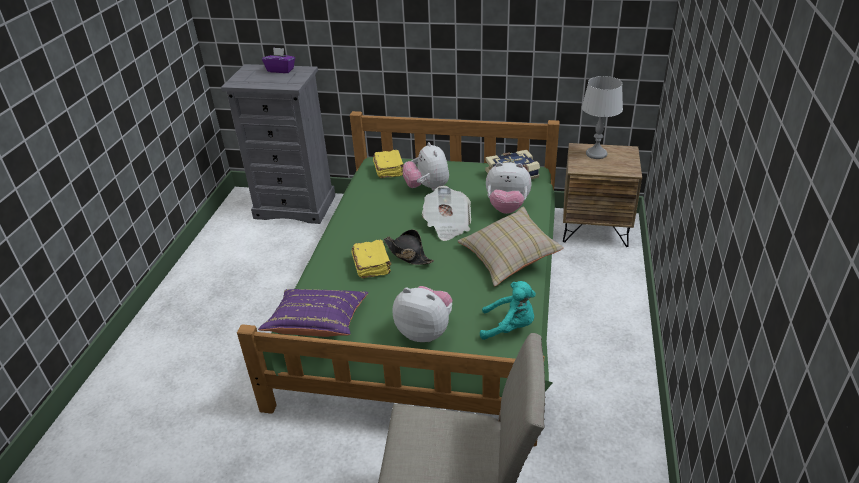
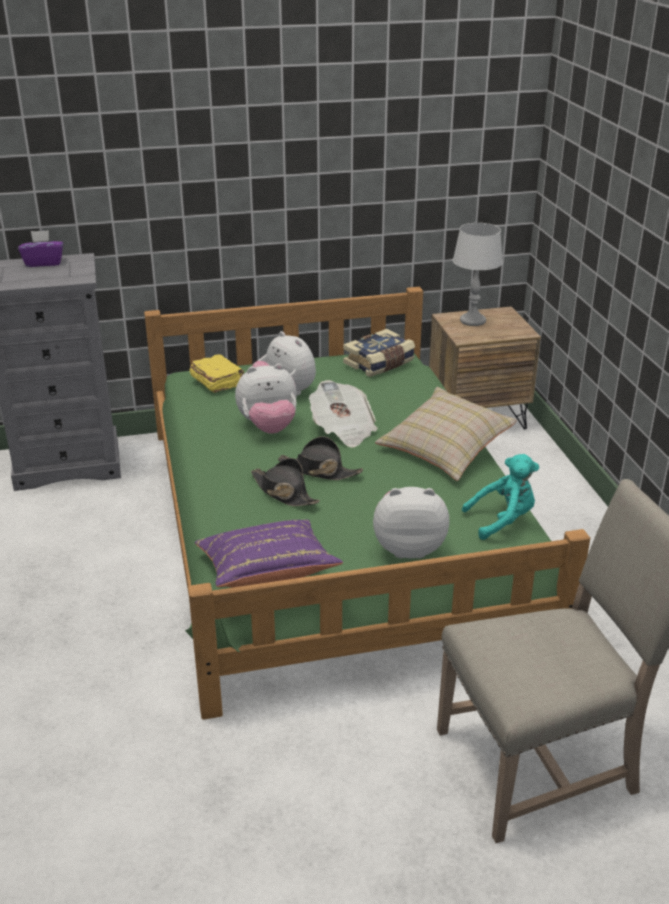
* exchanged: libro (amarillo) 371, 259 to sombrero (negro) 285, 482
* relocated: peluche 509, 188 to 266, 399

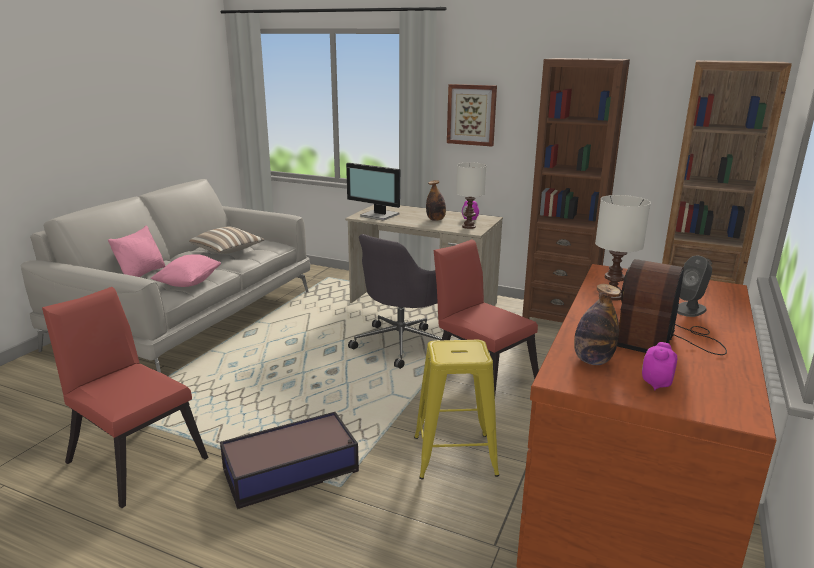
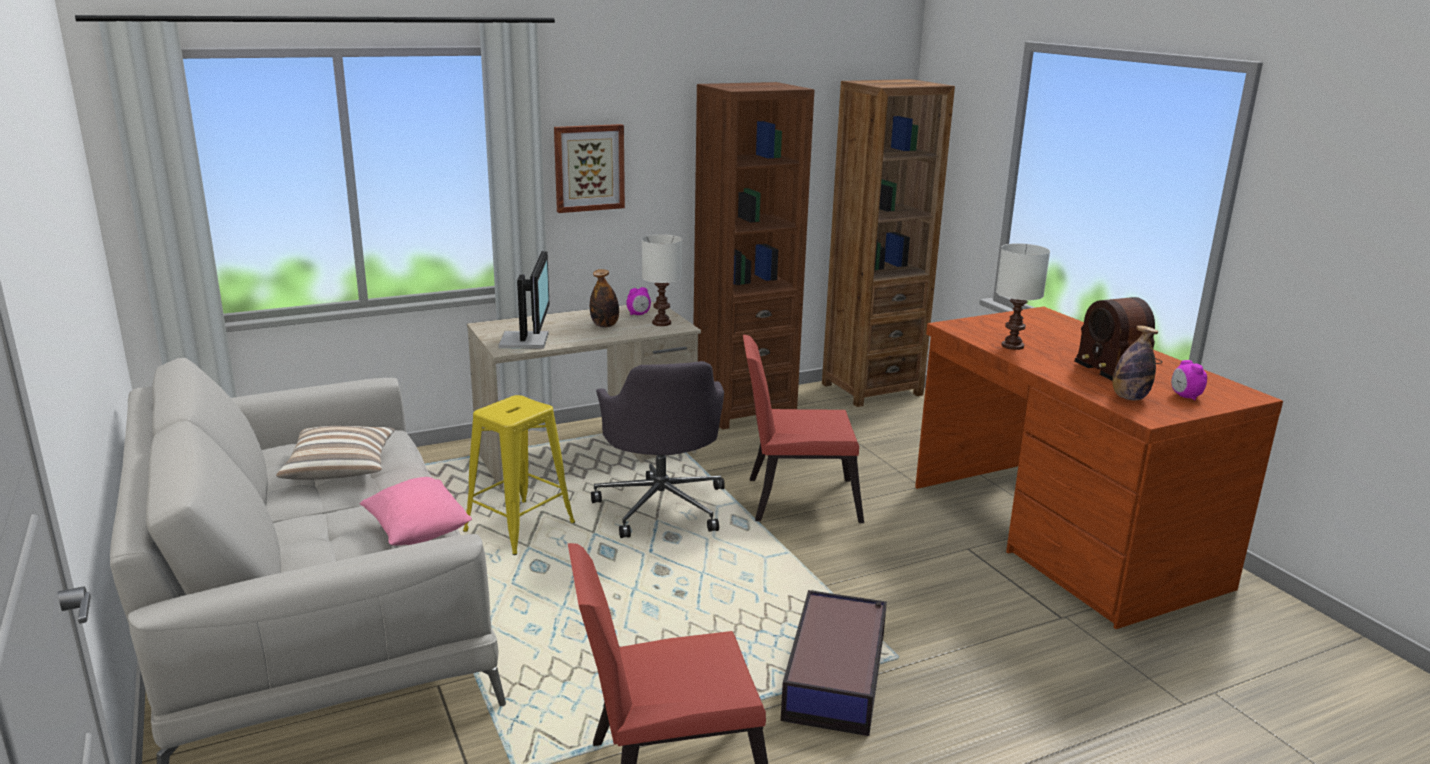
* missing: cojín (rosa) 136, 251
* spun: monitor 373, 192 = 524, 300 75 degrees counterclockwise
* relocated: taburete (amarillo) 456, 409 to 519, 475
* missing: altavoz (gris) 694, 286

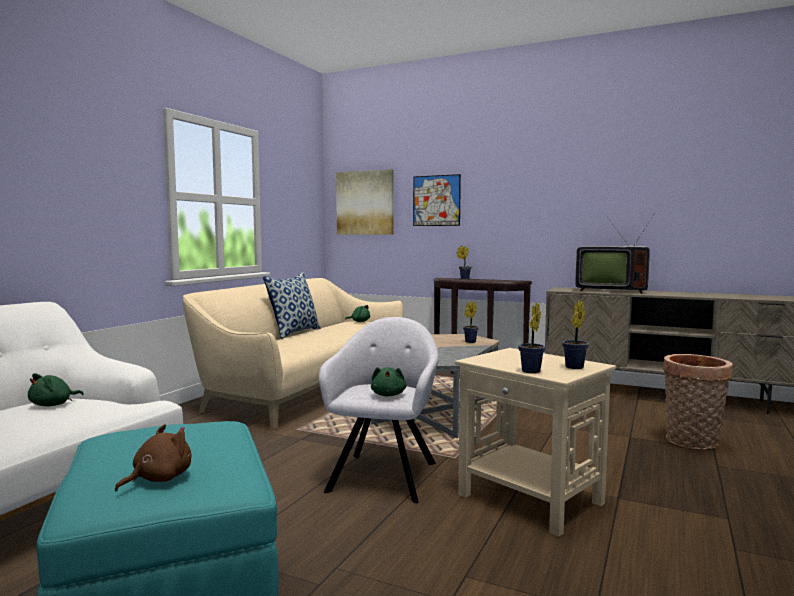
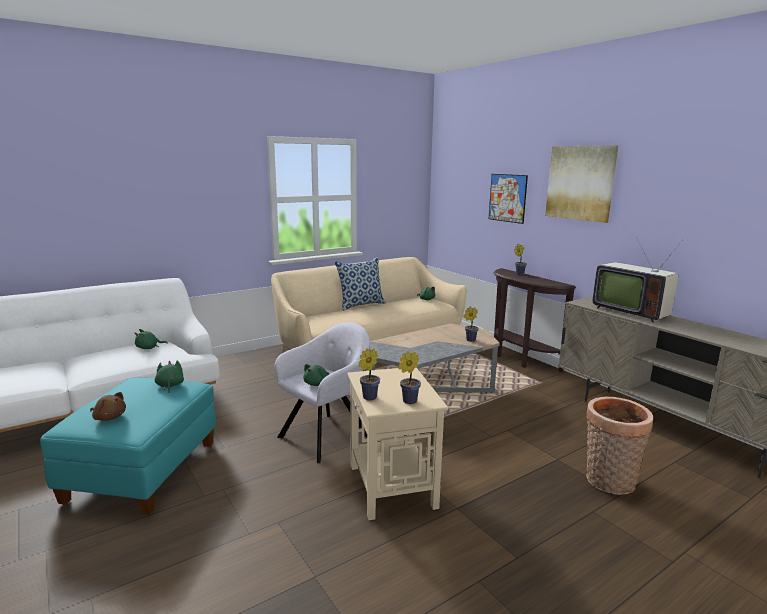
* spun: peluche (marrón) 153, 458 = 108, 406 45 degrees clockwise
* relocated: cuadro 364, 202 to 582, 184
* appeared: peluche (verde) 169, 376

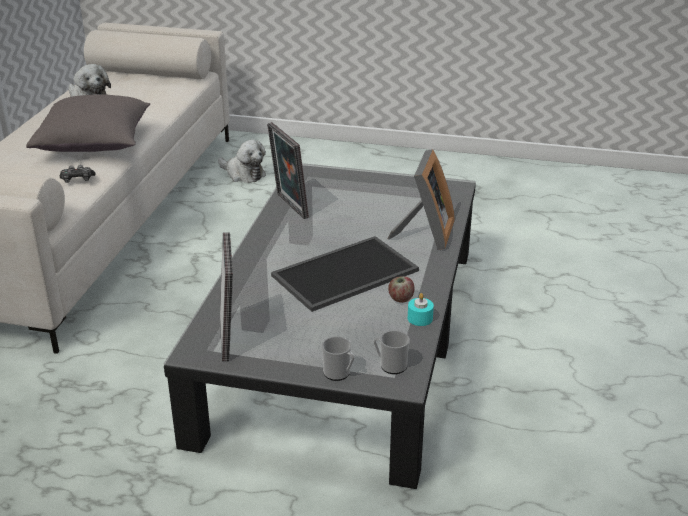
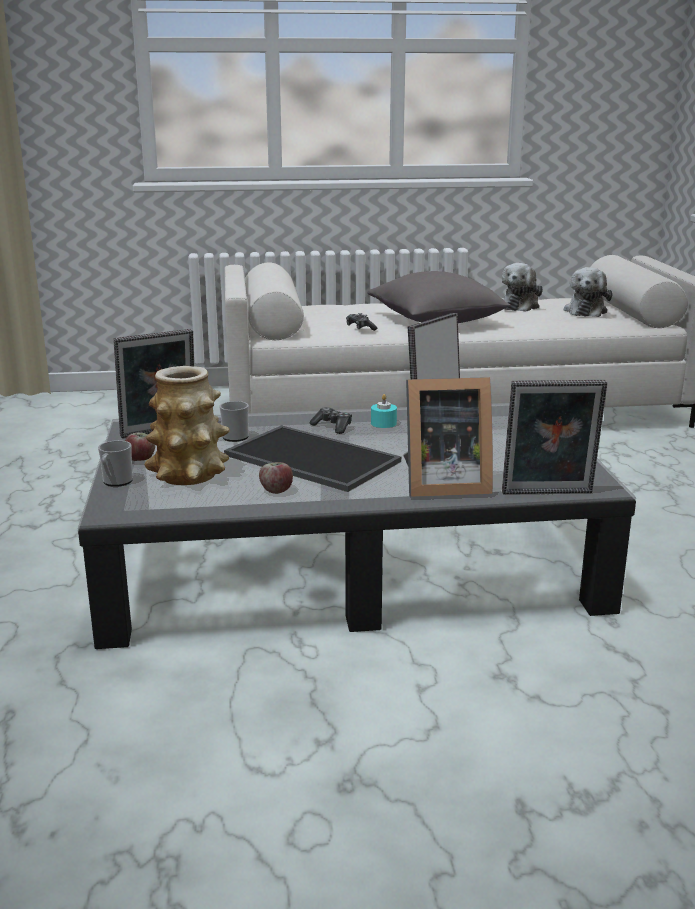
* relocated: peluche 242, 161 to 588, 292
* relocated: taza grande 392, 352 to 234, 421
* relocated: vela (turquesa) 421, 309 to 384, 411
* appeared: manzana 140, 447
* appeared: florero 187, 425
* appeared: mando de consola 331, 420
* appeared: portarretratos 554, 437

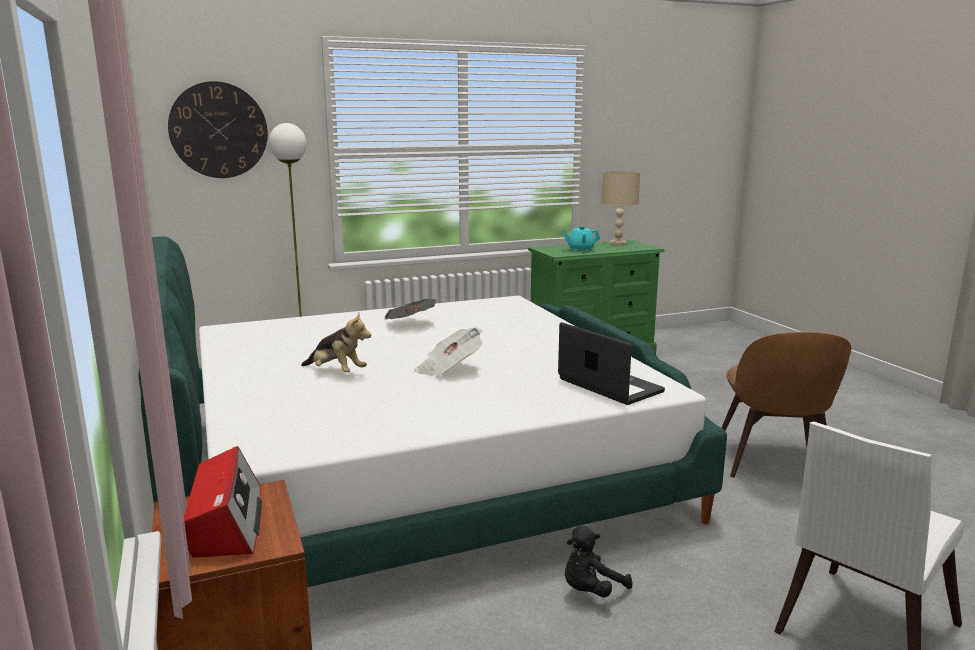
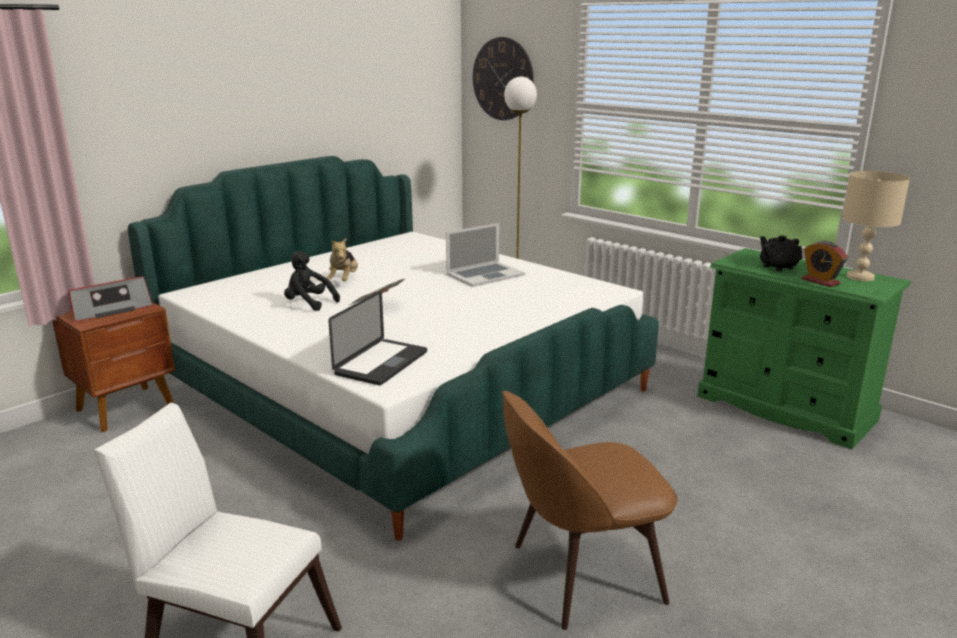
* exchanged: periódico 410, 309 to portátil 485, 255
* colour: tetera (turquesa) 581, 238 to tetera (negro) 781, 253
* relocated: peluche (negro) 598, 562 to 312, 281
* appeared: despertador 825, 264

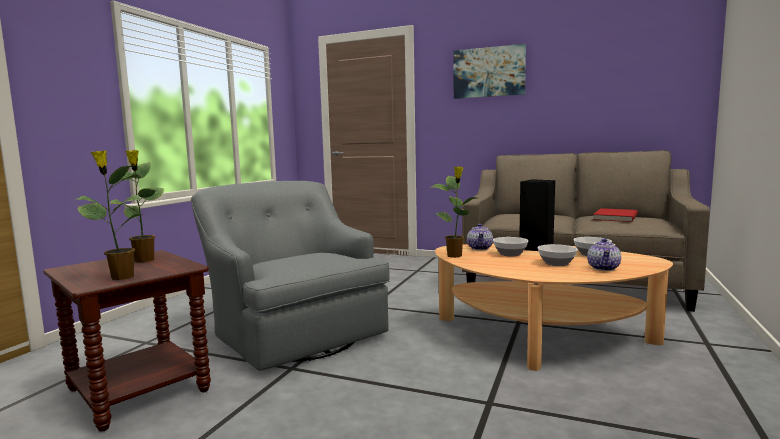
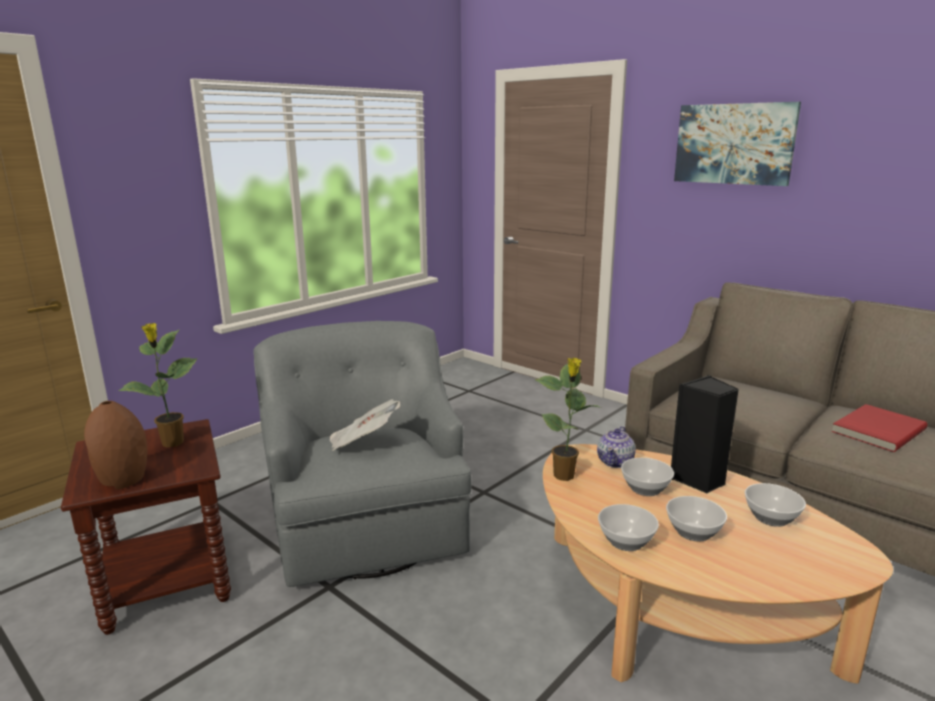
* exchanged: planta en maceta 110, 215 to florero (marrón) 115, 445
* missing: tetera 604, 254
* appeared: periódico 365, 425
* appeared: cuenco 628, 527

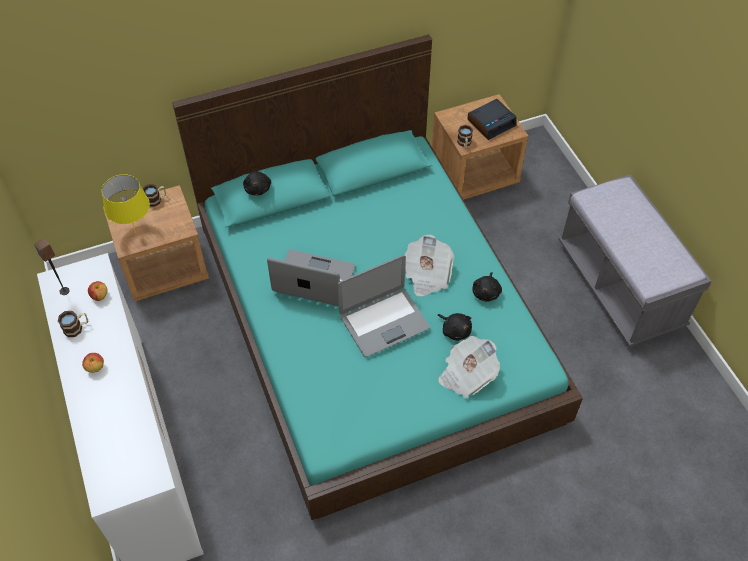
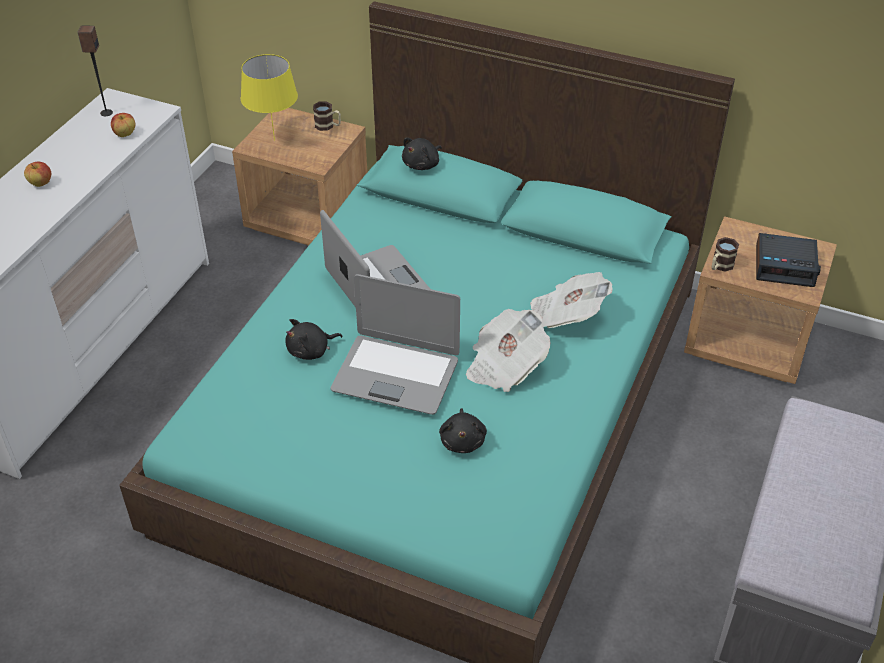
* missing: taza grande 73, 324
* relocated: periódico 469, 367 to 571, 300
* relocated: peluche (negro) 487, 287 to 314, 339

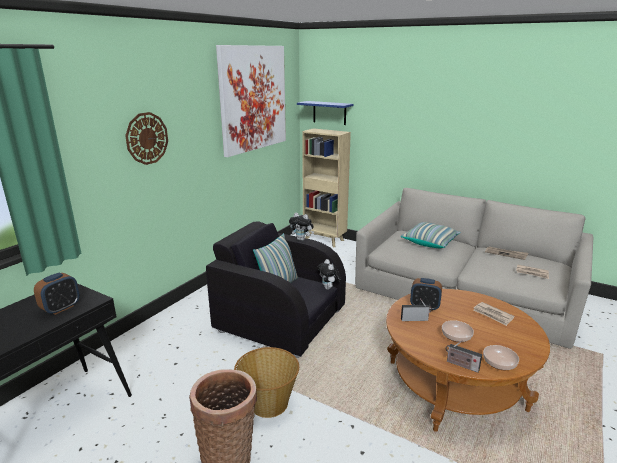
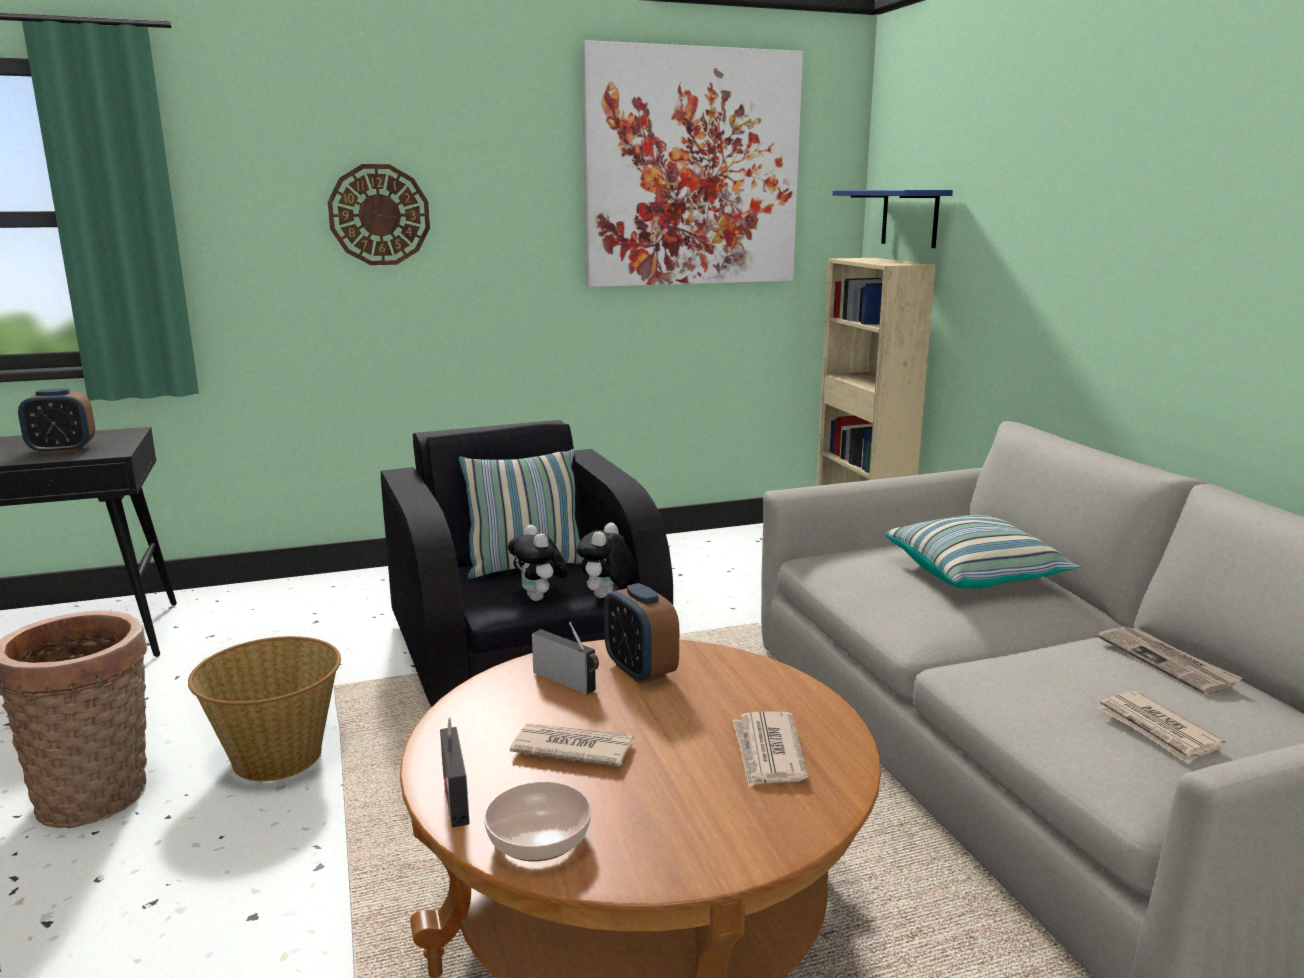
* relocated: peluche 301, 227 to 538, 563
* exchanged: cuenco 458, 331 to periódico 572, 744

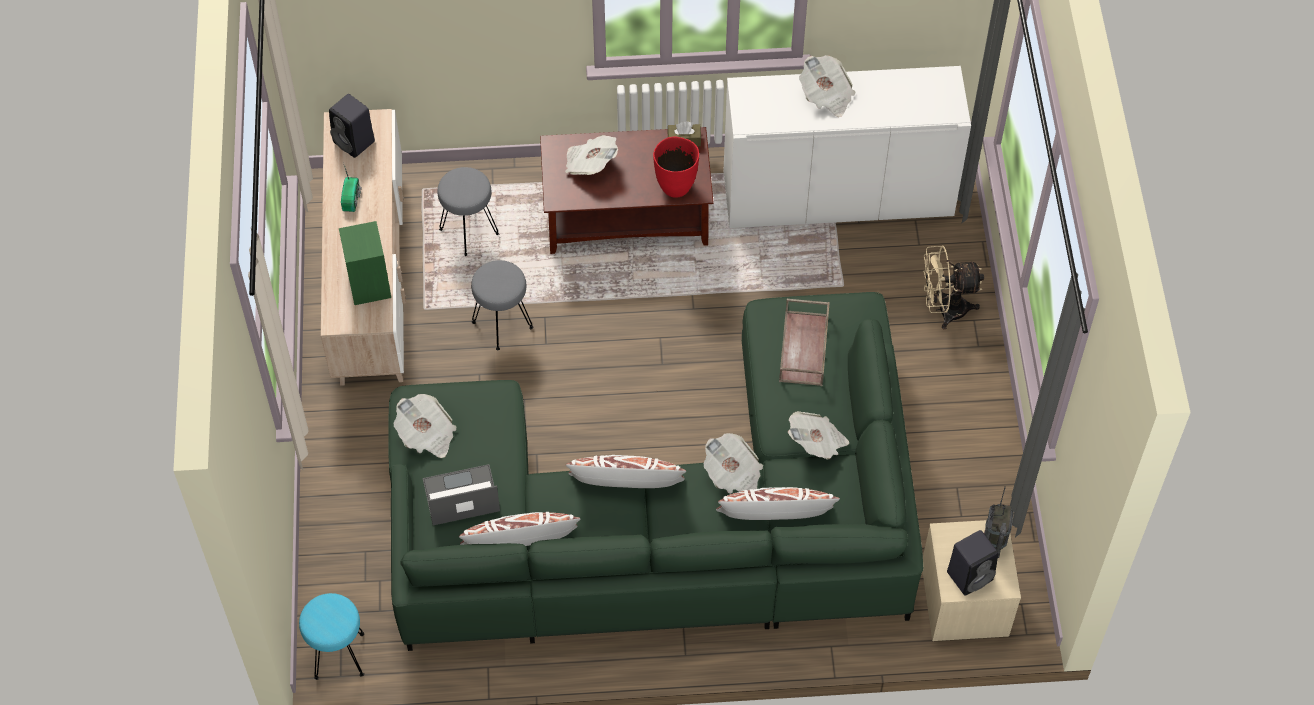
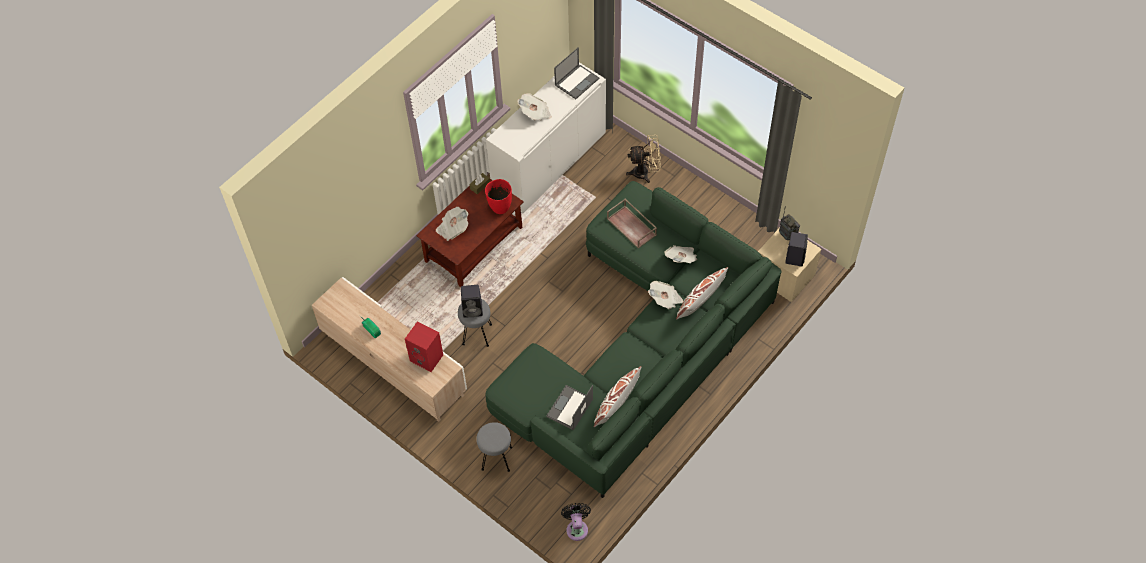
* exchanged: taburete (turquesa) 331, 636 to ventilador (negro) 576, 522
* relocated: altavoz (negro) 352, 126 to 472, 301
* colour: altavoz (verde) 365, 263 to altavoz (rojo) 424, 346
* missing: periódico 425, 426
* relocated: taburete (gris) 468, 212 to 494, 447
* missing: cojín (blanco) 626, 471
* spun: ventilador (beis) 953, 287 = 643, 159 135 degrees counterclockwise
* appeared: portátil 576, 73

